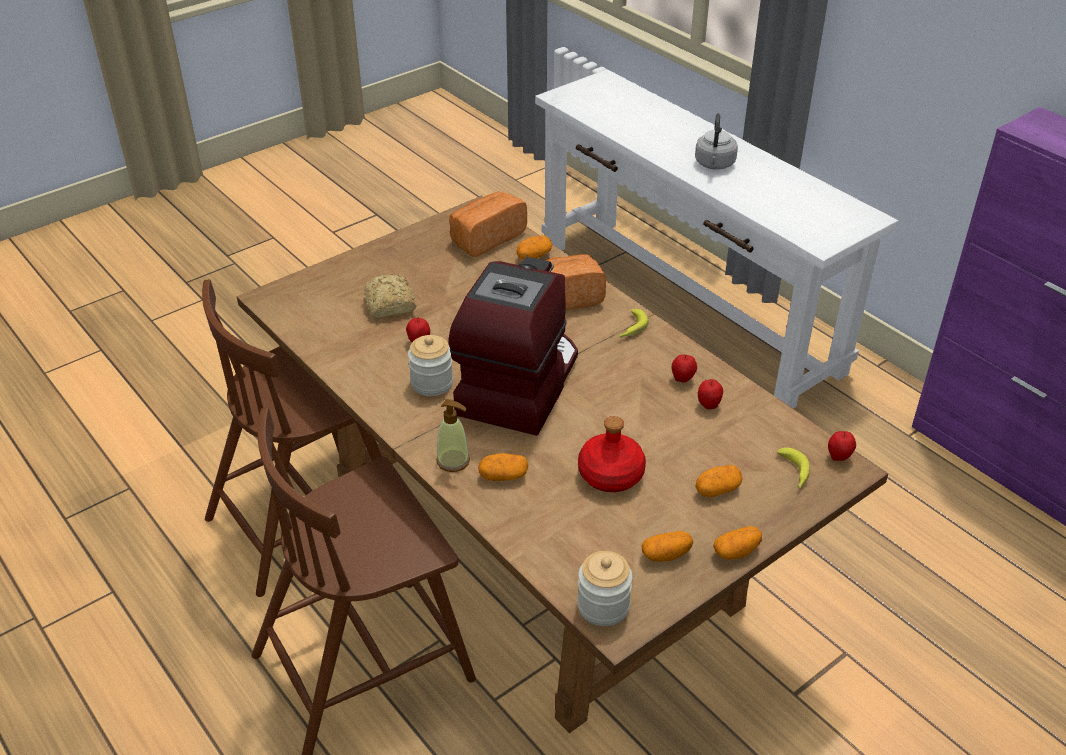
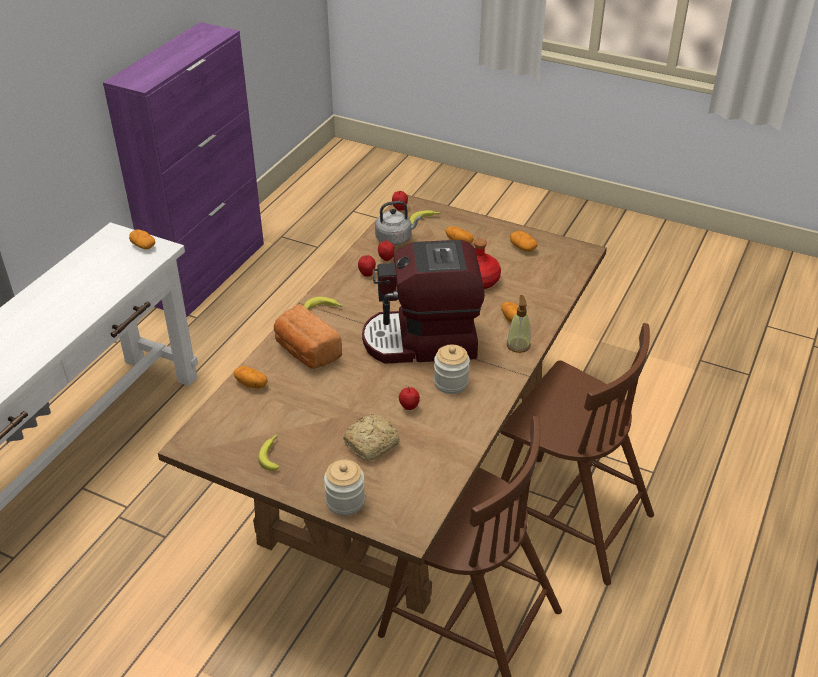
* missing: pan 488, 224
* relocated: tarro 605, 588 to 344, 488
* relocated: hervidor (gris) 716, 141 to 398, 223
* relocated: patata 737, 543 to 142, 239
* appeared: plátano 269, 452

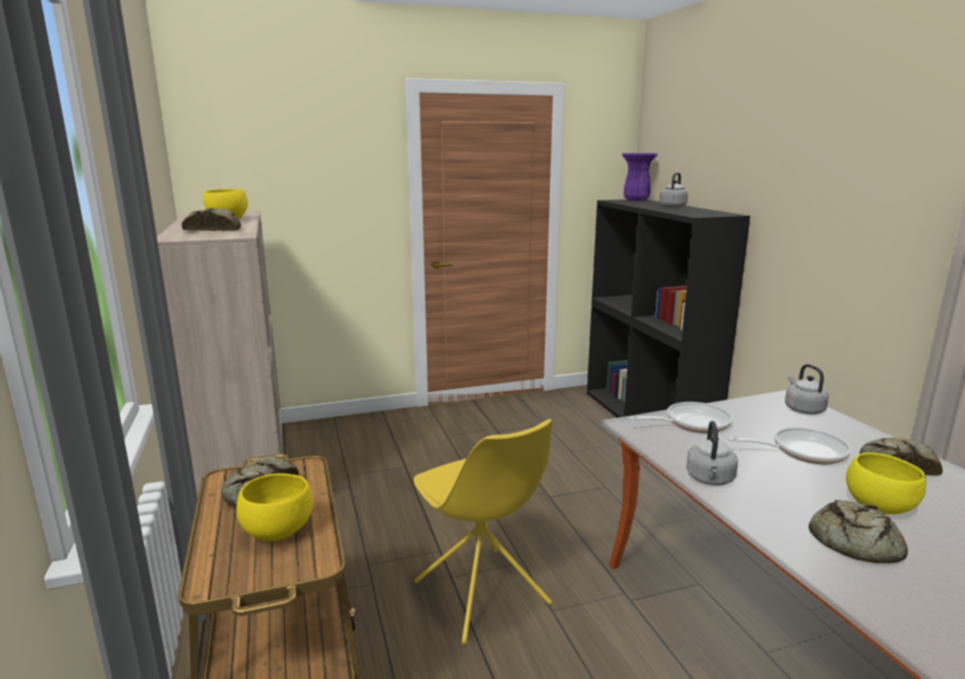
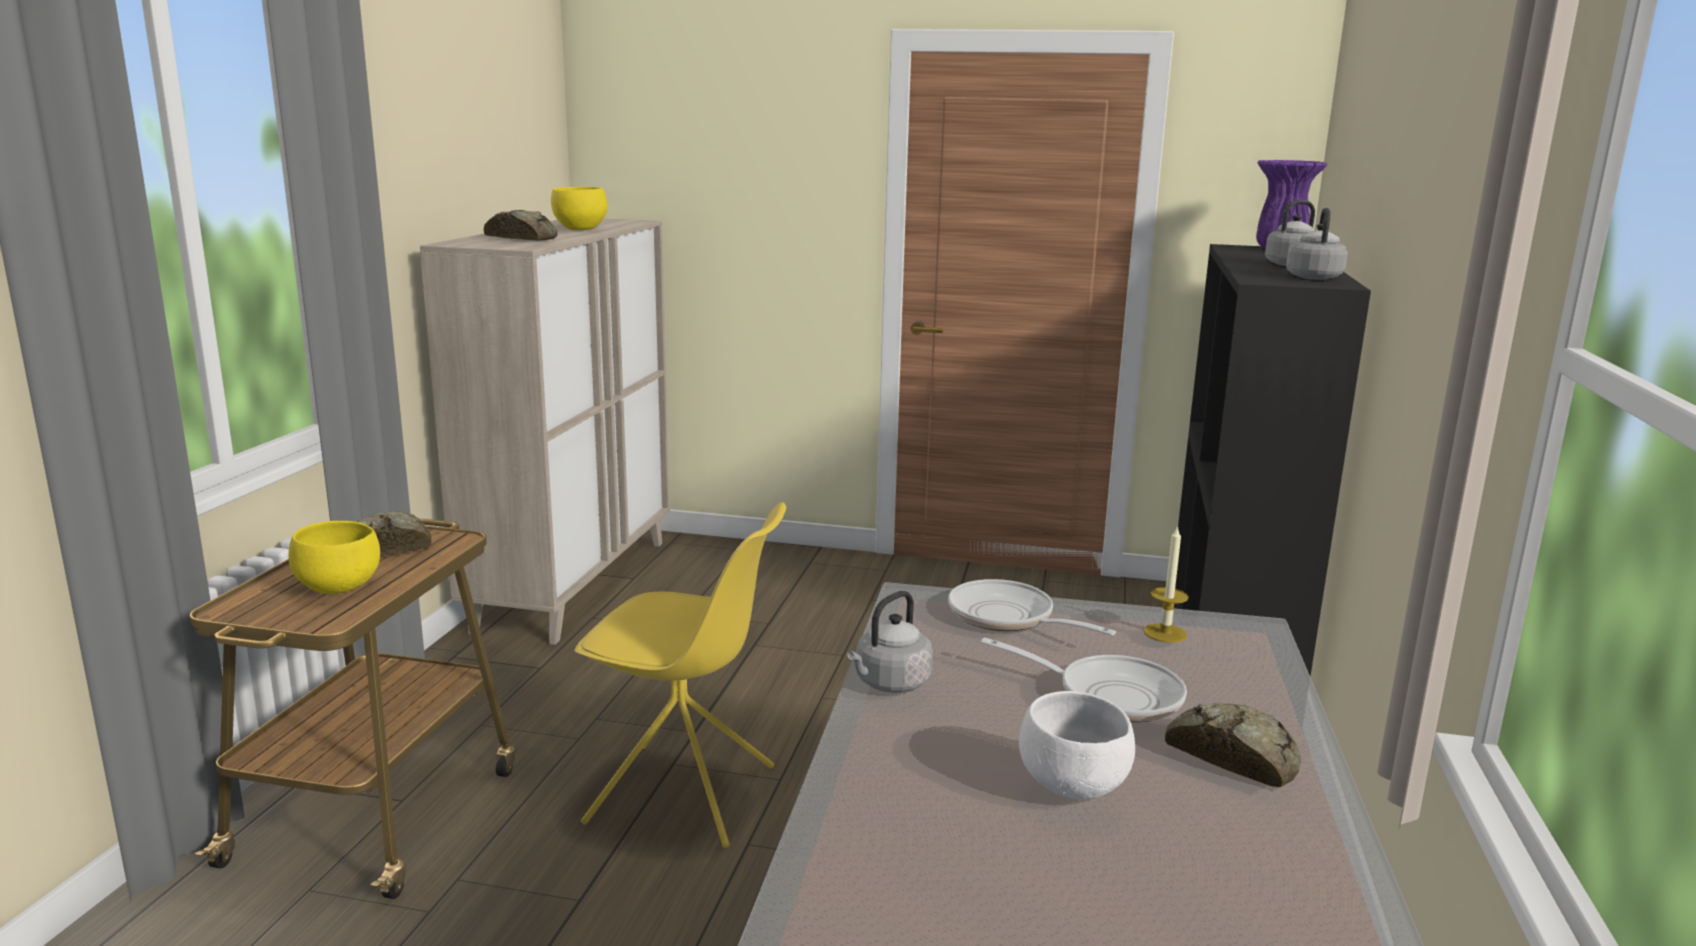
* spun: silla (amarillo) 483, 531 = 680, 675 75 degrees counterclockwise
* spun: sartén 681, 417 = 1032, 607 150 degrees counterclockwise
* relocated: hervidor (gris) 807, 389 to 1317, 244
* missing: pan 858, 531
* colour: cuenco (amarillo) 886, 483 to cuenco (blanco) 1077, 745
* appeared: vela 1166, 584

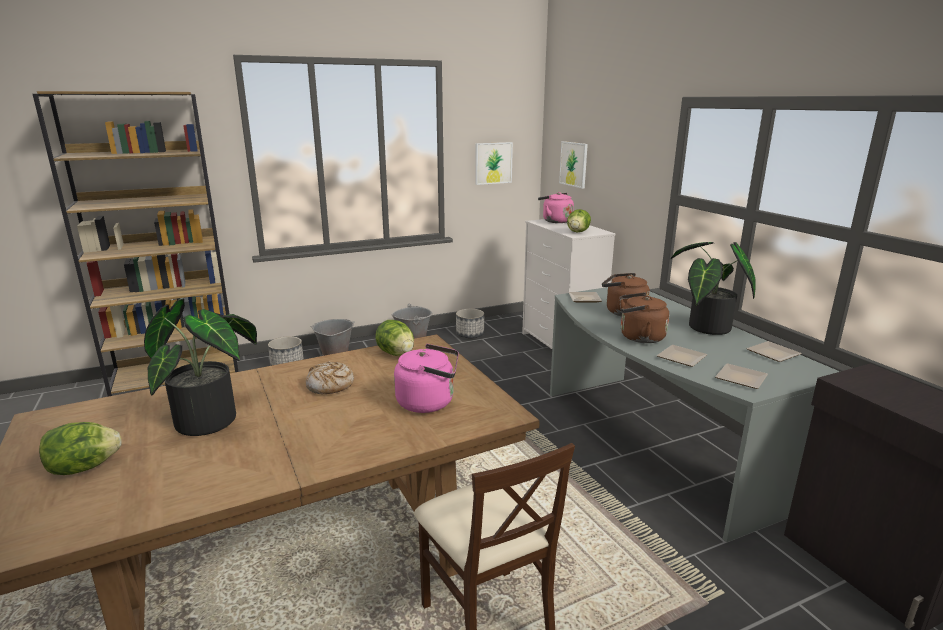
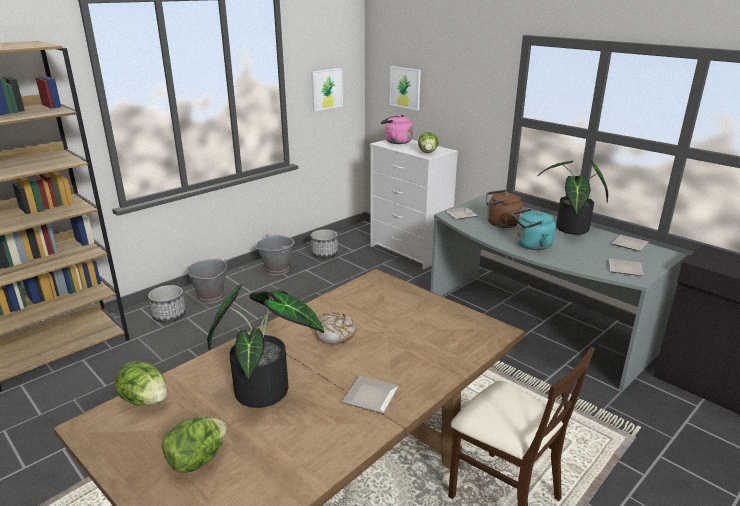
* relocated: lechuga 394, 338 to 141, 383
* missing: hervidor (rosa) 426, 378
* colour: hervidor (marrón) 644, 317 to hervidor (turquesa) 534, 229
* relocated: plato 682, 356 to 370, 395

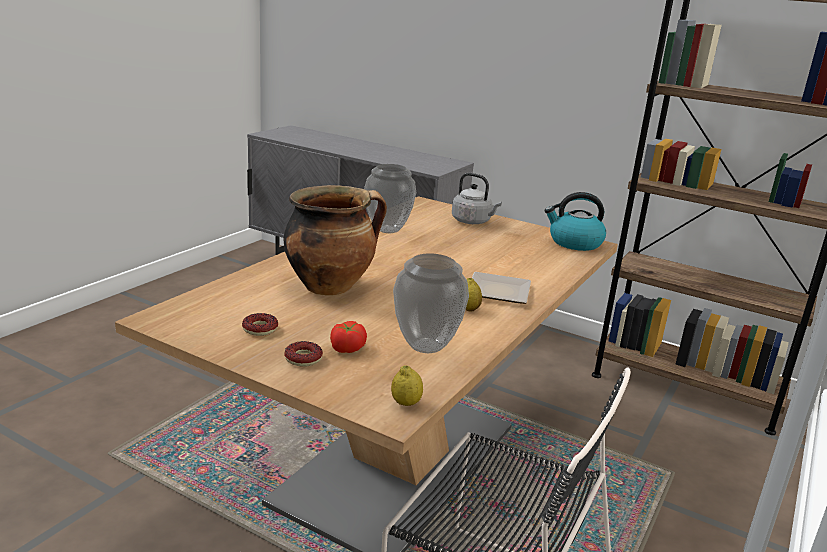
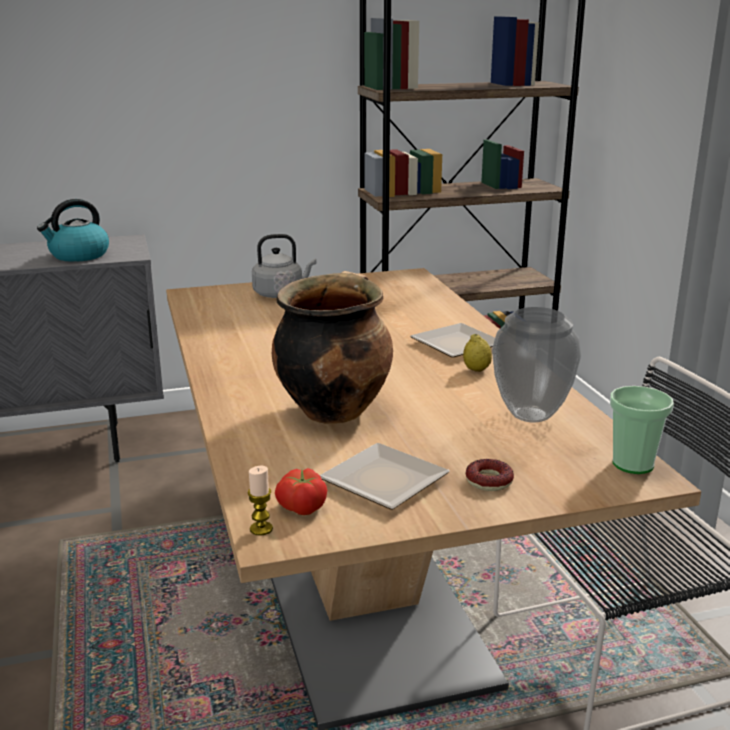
* exchanged: rosquilla 260, 324 to plato 385, 476
* relocated: tomate 348, 337 to 301, 491
* missing: florero 390, 198
* exchanged: limón 407, 385 to taza 642, 430
* relocated: hervidor 575, 221 to 73, 230
* appeared: vela 260, 501

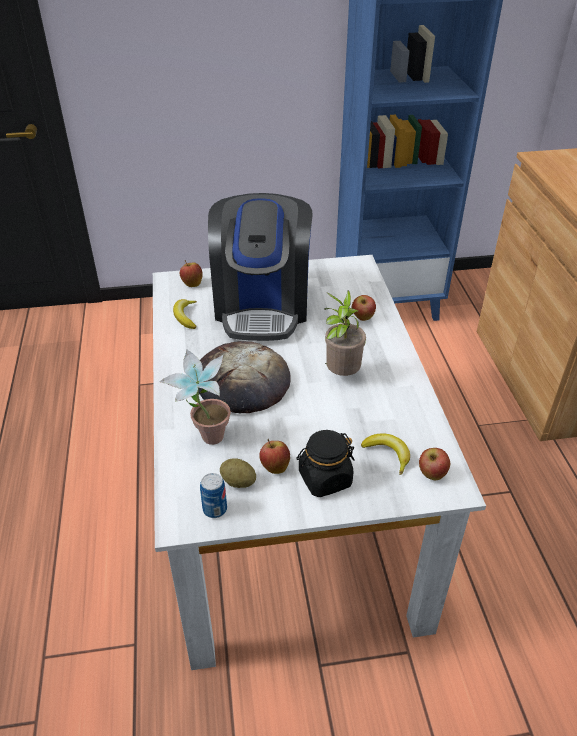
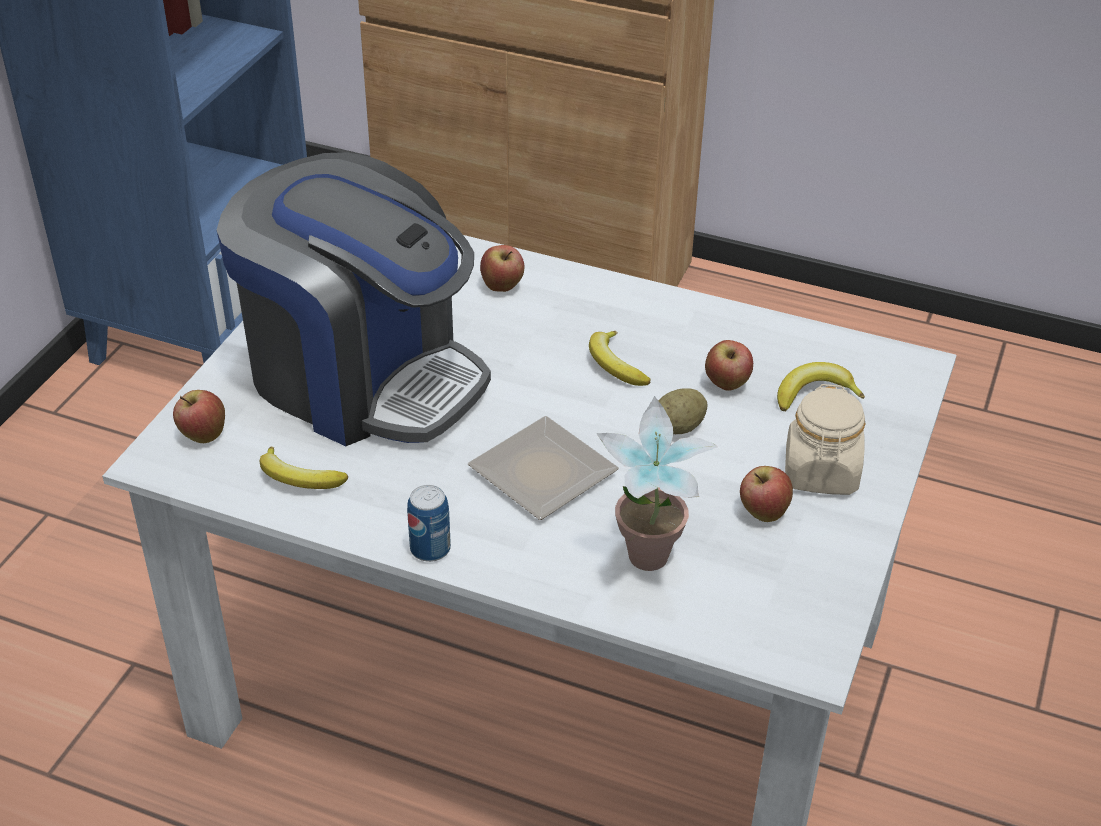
* exchanged: pan 244, 377 to plato 543, 468
* relocated: lata 213, 495 to 429, 523
* relocated: patata 238, 473 to 682, 411
* colour: tarro (negro) 325, 463 to tarro (beis) 825, 439
* exchanged: planta en maceta 345, 333 to plátano 619, 358
* relocated: manzana 434, 464 to 729, 365

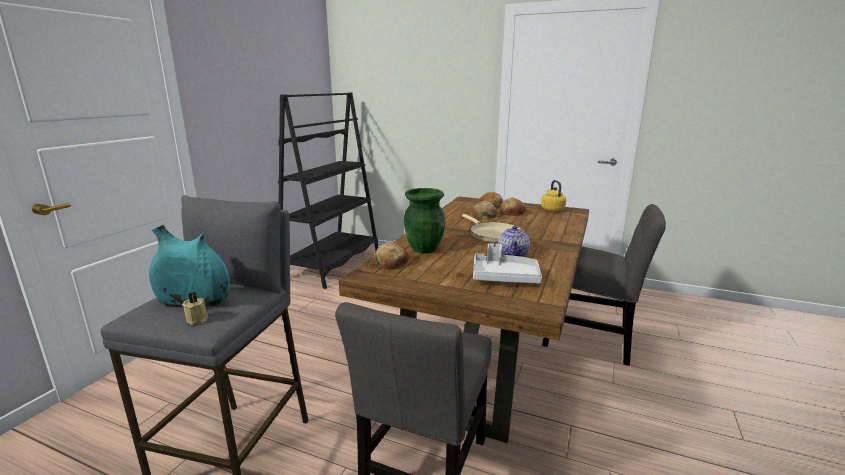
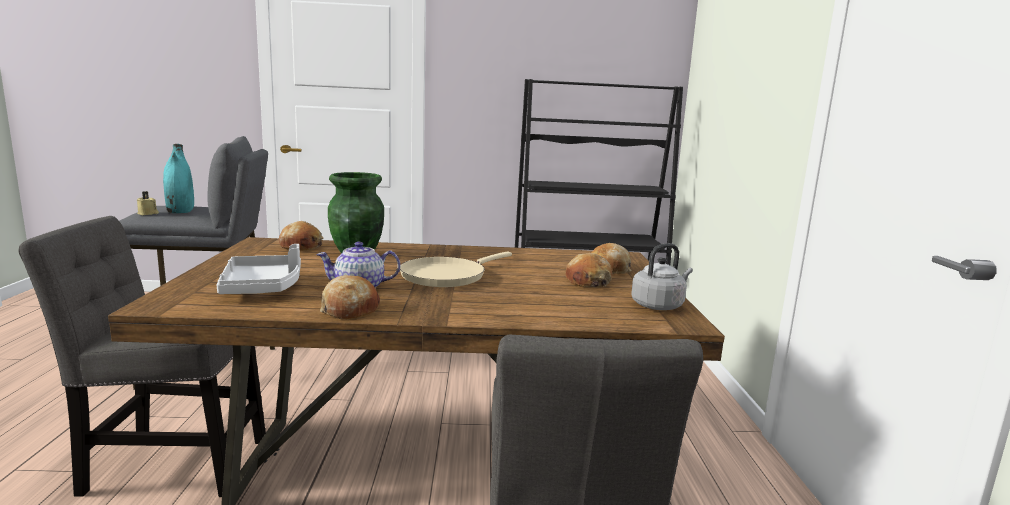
* relocated: pan 484, 210 to 350, 297
* colour: hervidor (amarillo) 553, 195 to hervidor (gris) 662, 276

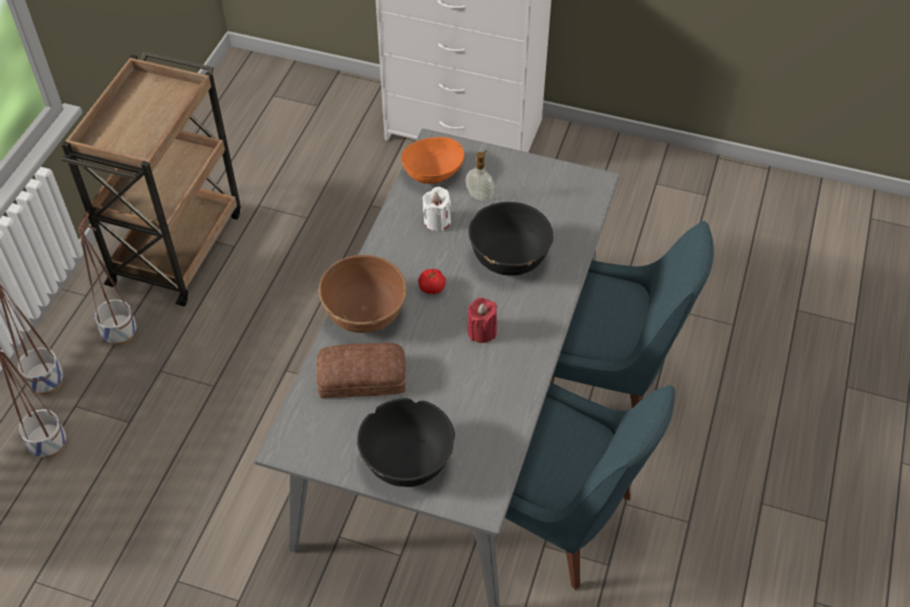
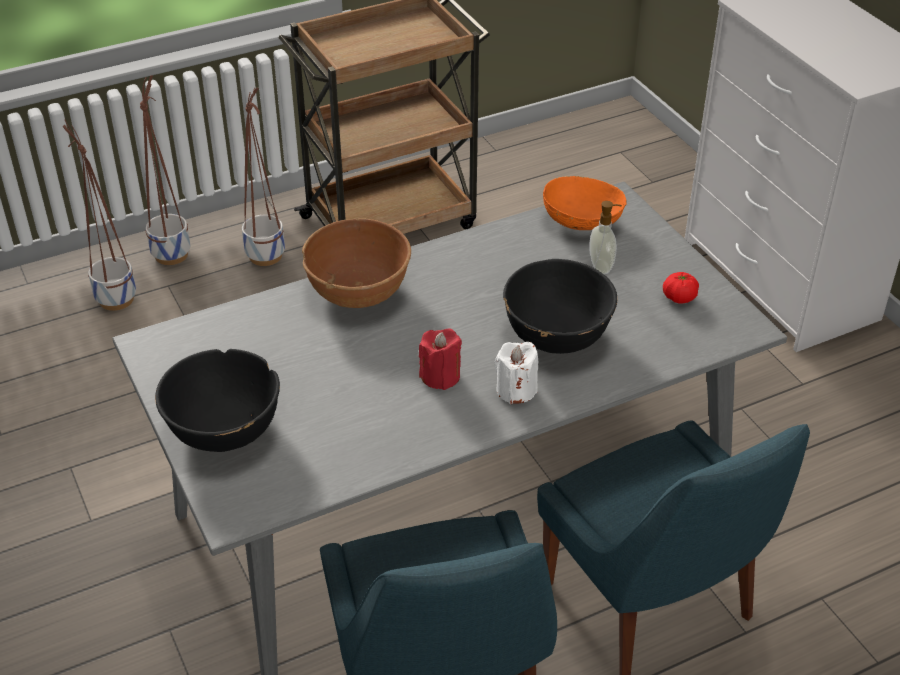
* missing: pan 361, 370
* relocated: tomate 432, 281 to 681, 287
* relocated: vela (blanco) 437, 209 to 516, 373

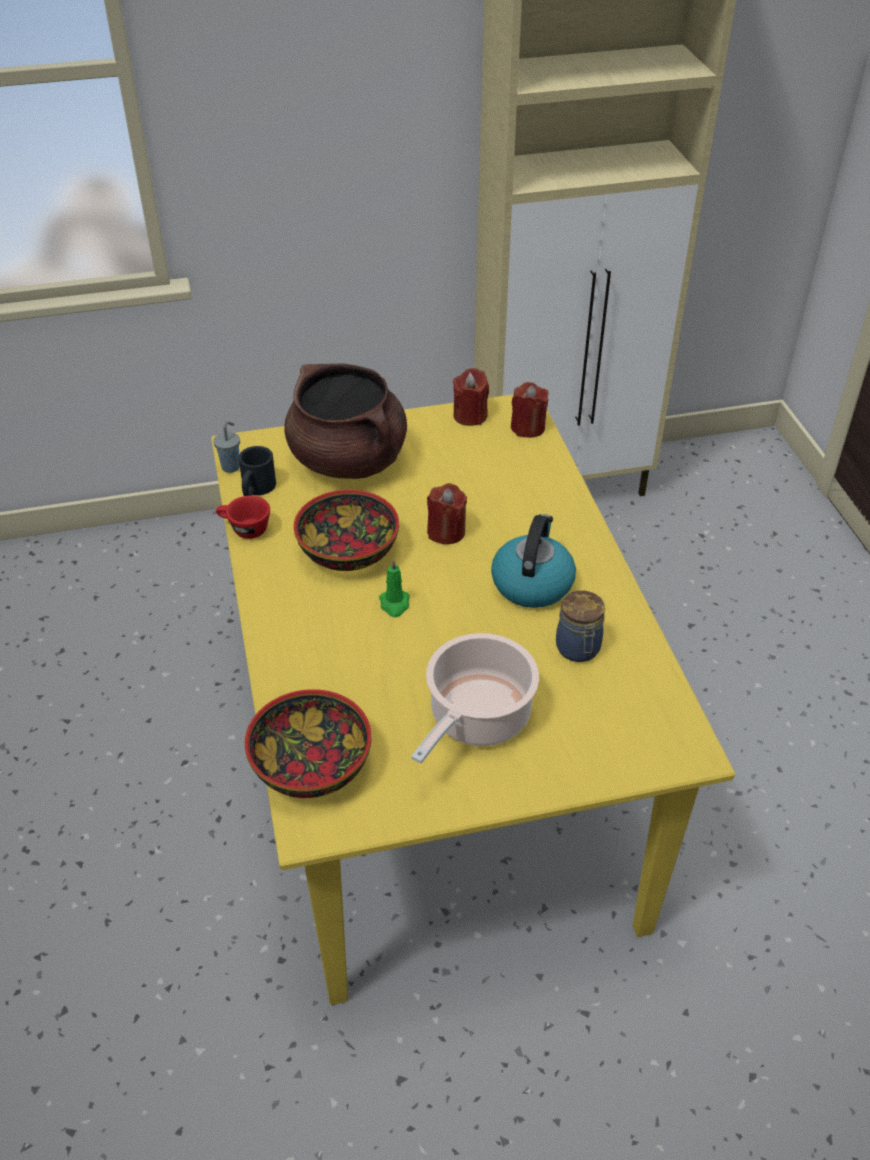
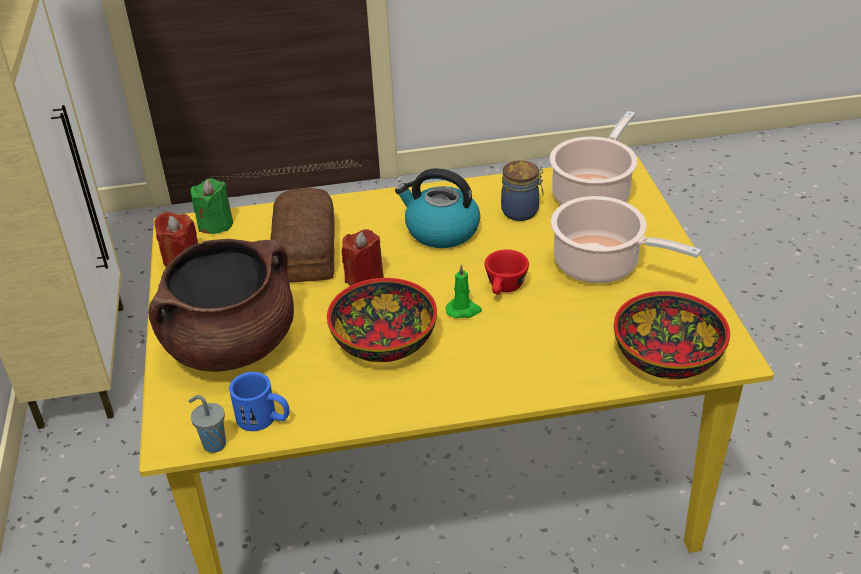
* relocated: taza (rojo) 243, 517 to 507, 272
* colour: taza grande (negro) 257, 471 to taza grande (azul) 259, 401
* colour: vela (rojo) 530, 410 to vela (verde) 212, 206
* appeared: pan 302, 235
* appeared: olla 594, 158

